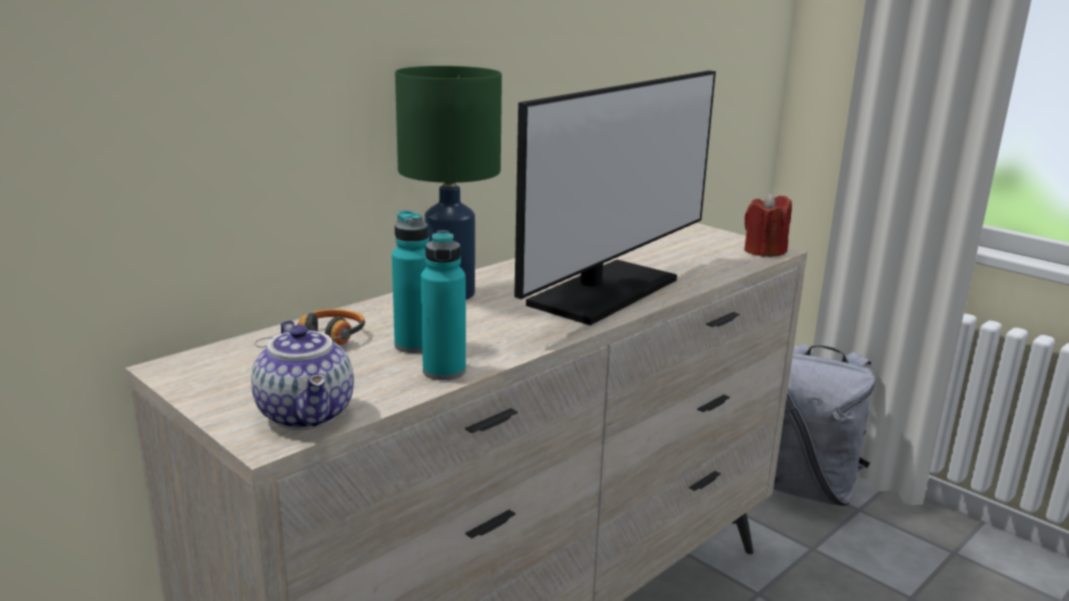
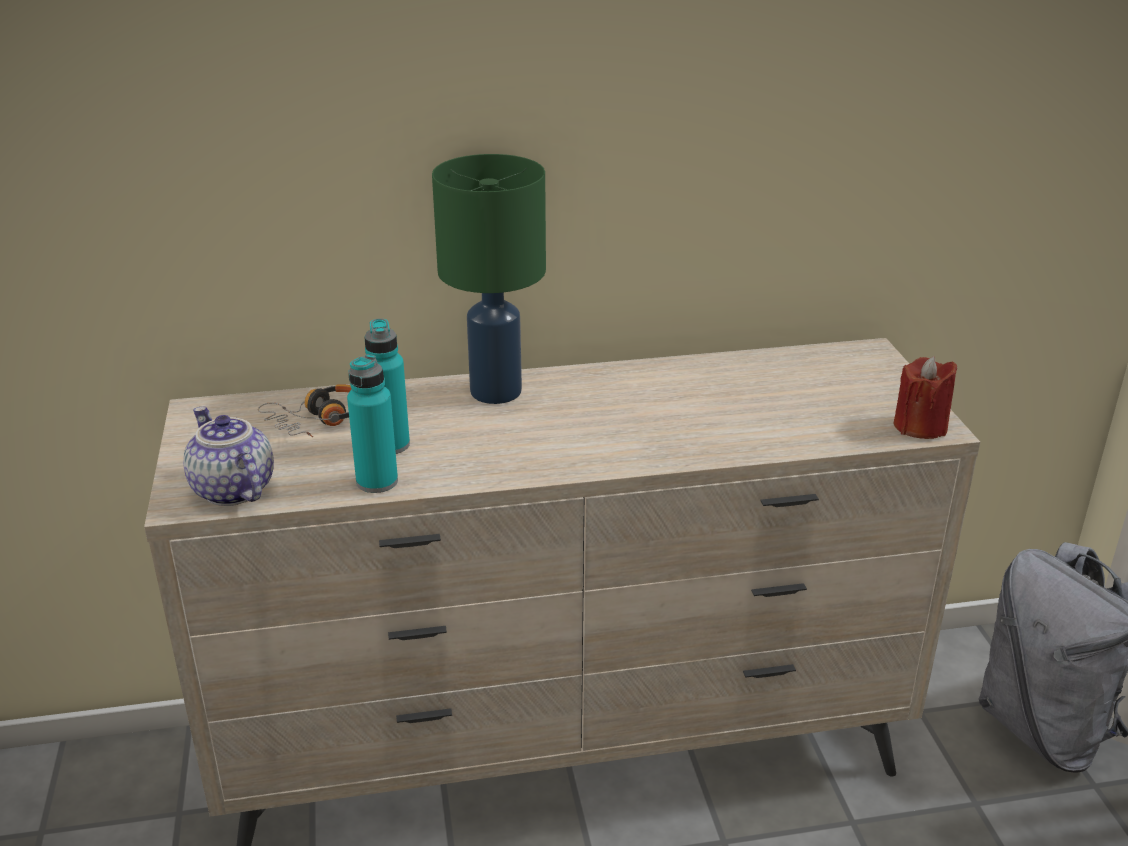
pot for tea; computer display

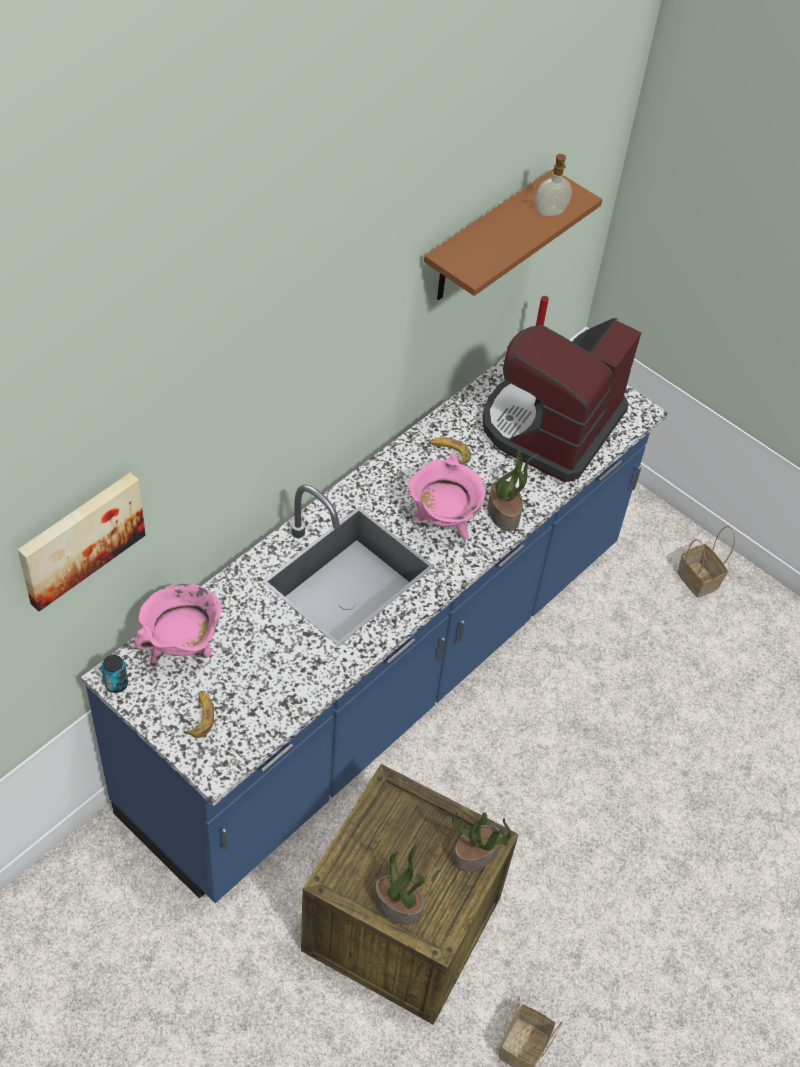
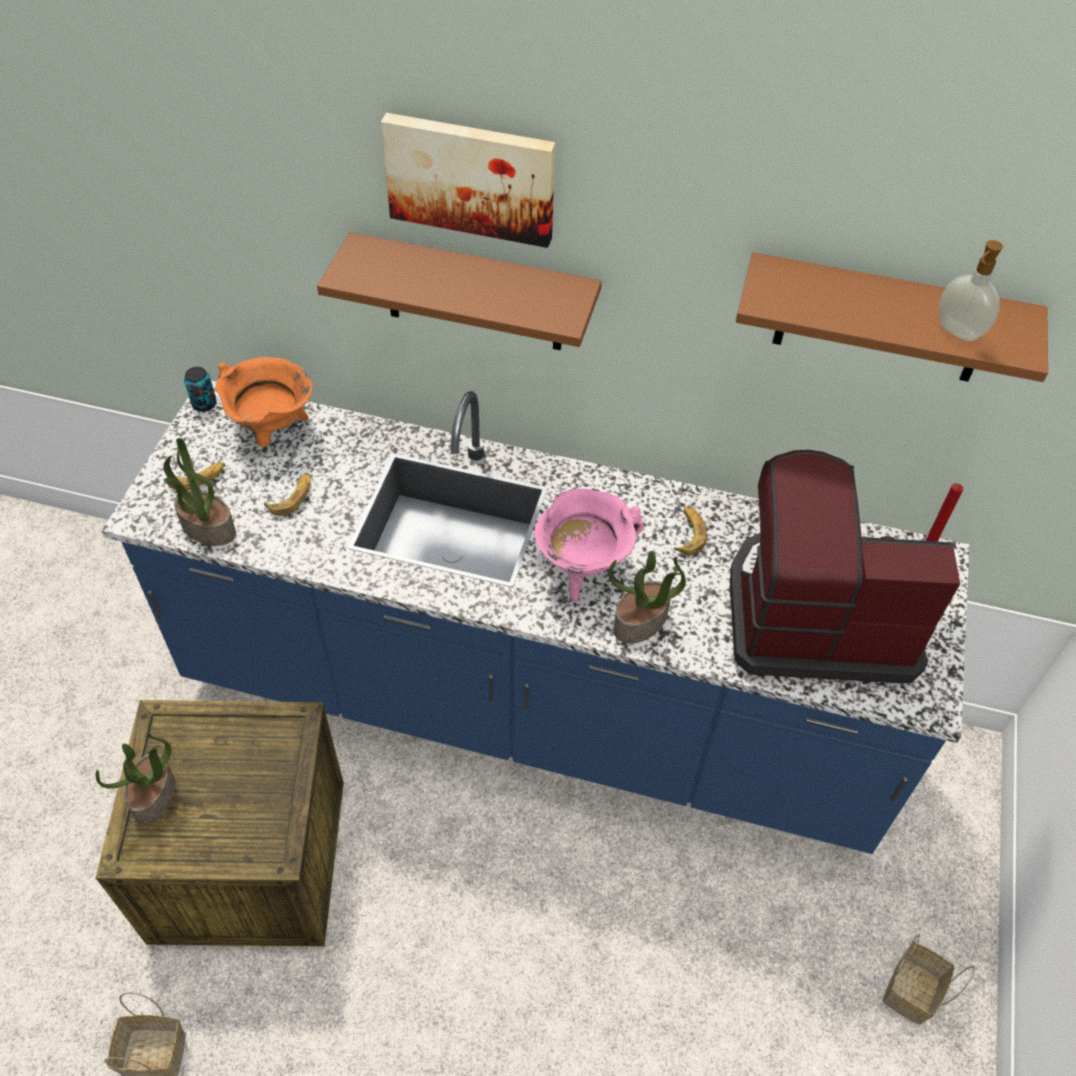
wall art; orange-coloured stockpot; plant in a pot (2nd from left); whole banana (2nd from left); brown-coloured bracket shelf (1st from left)

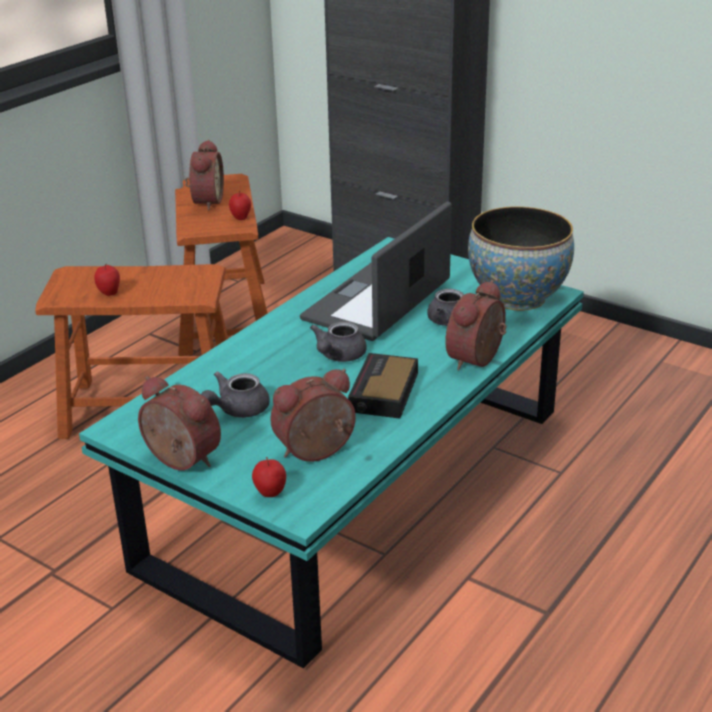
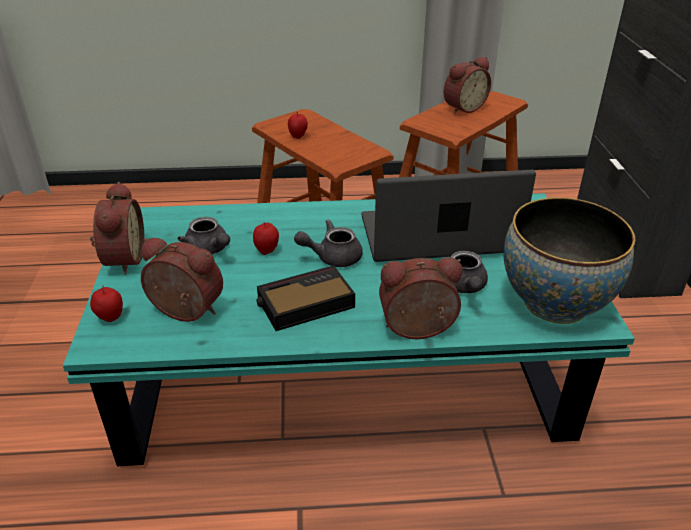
greyish pot for tea (1st from left); apple fruit (2nd from left)

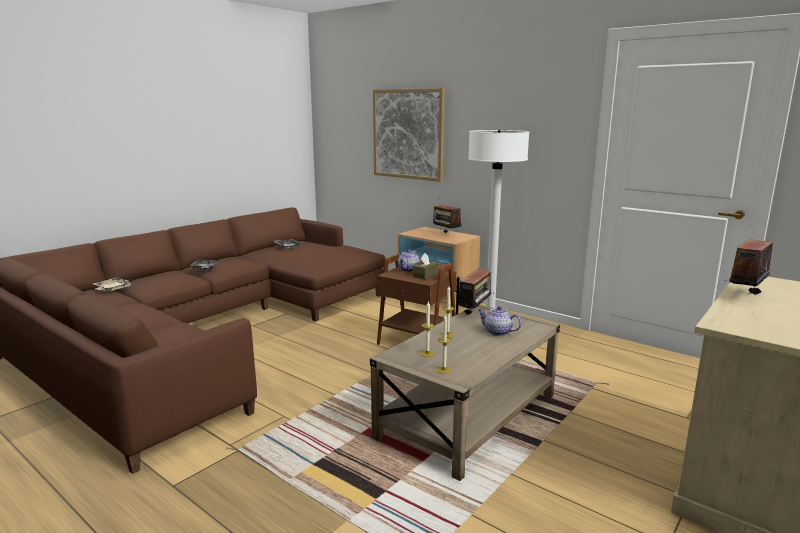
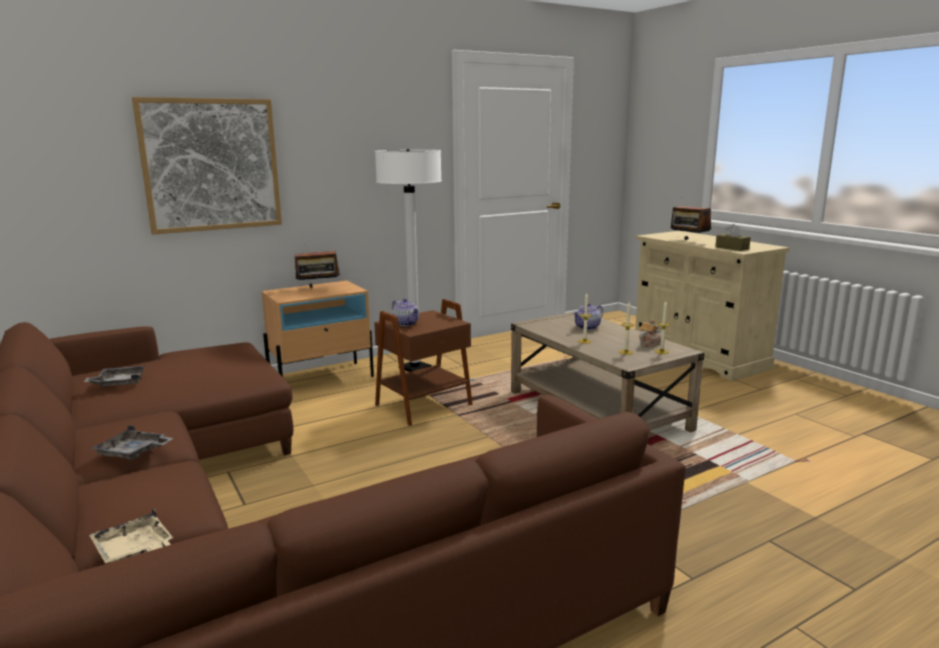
brown-coloured tissue holder; radio (2nd from left in the first image); pot for tea (3rd from left)

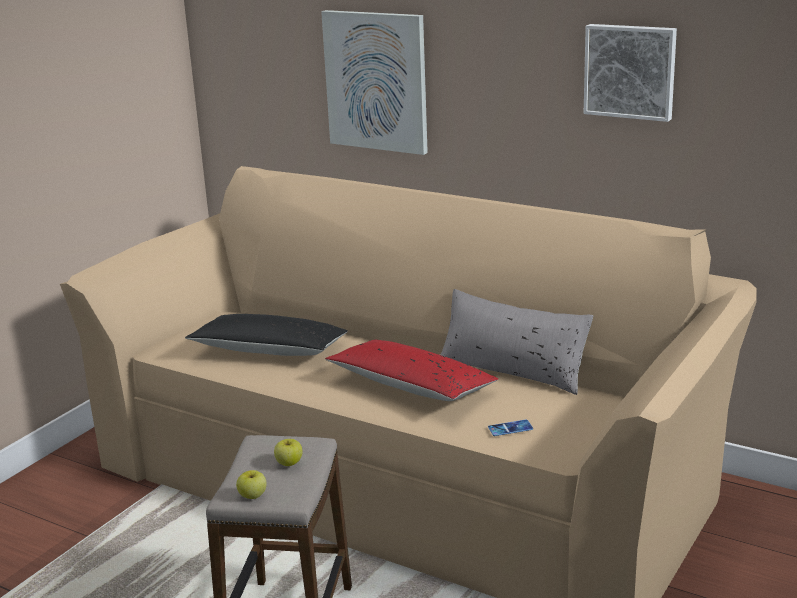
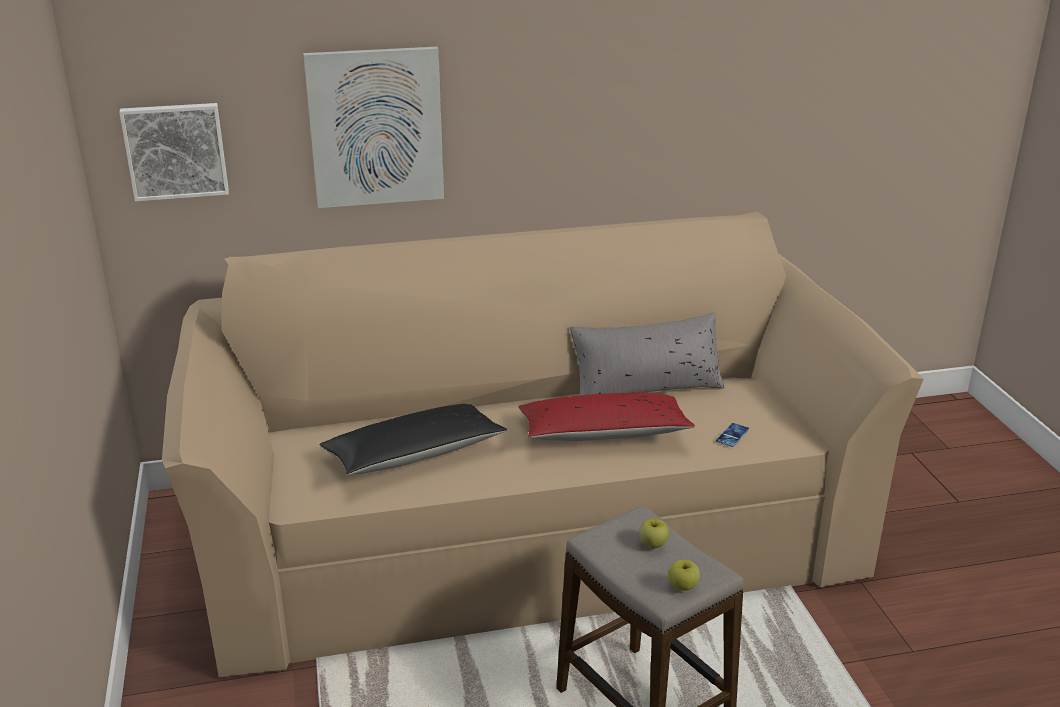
wall art (1st from left)

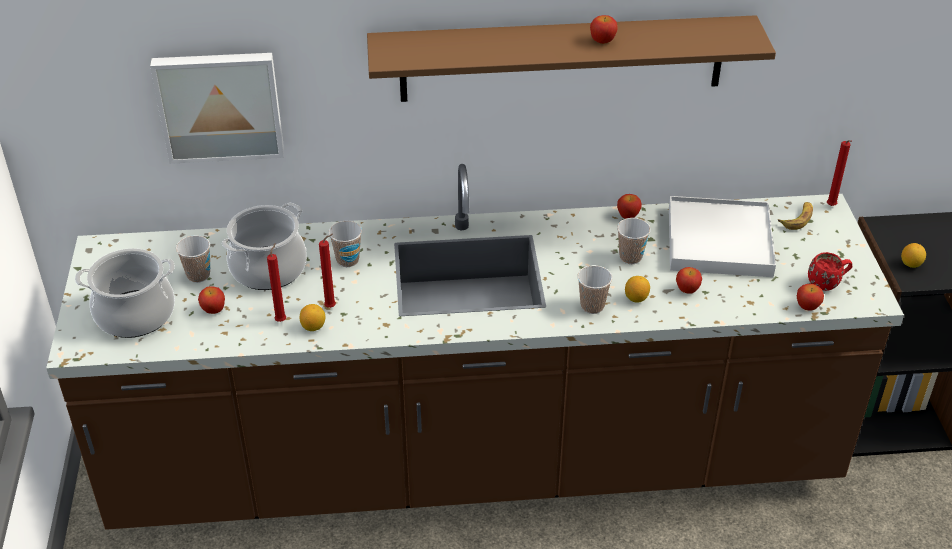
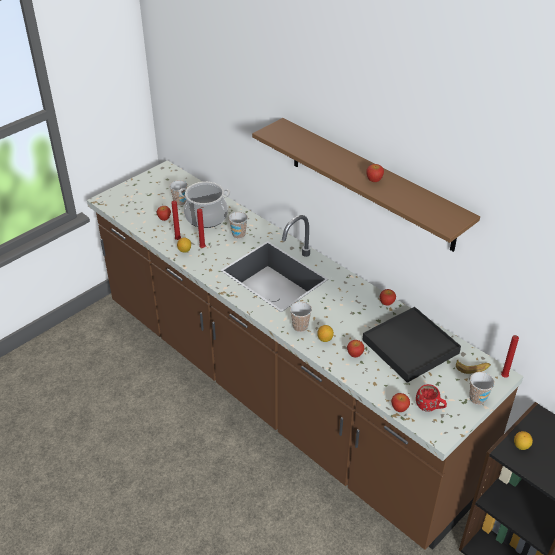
stockpot (1st from left in the first image); wall art; drinking cup (4th from left); black carrying tray

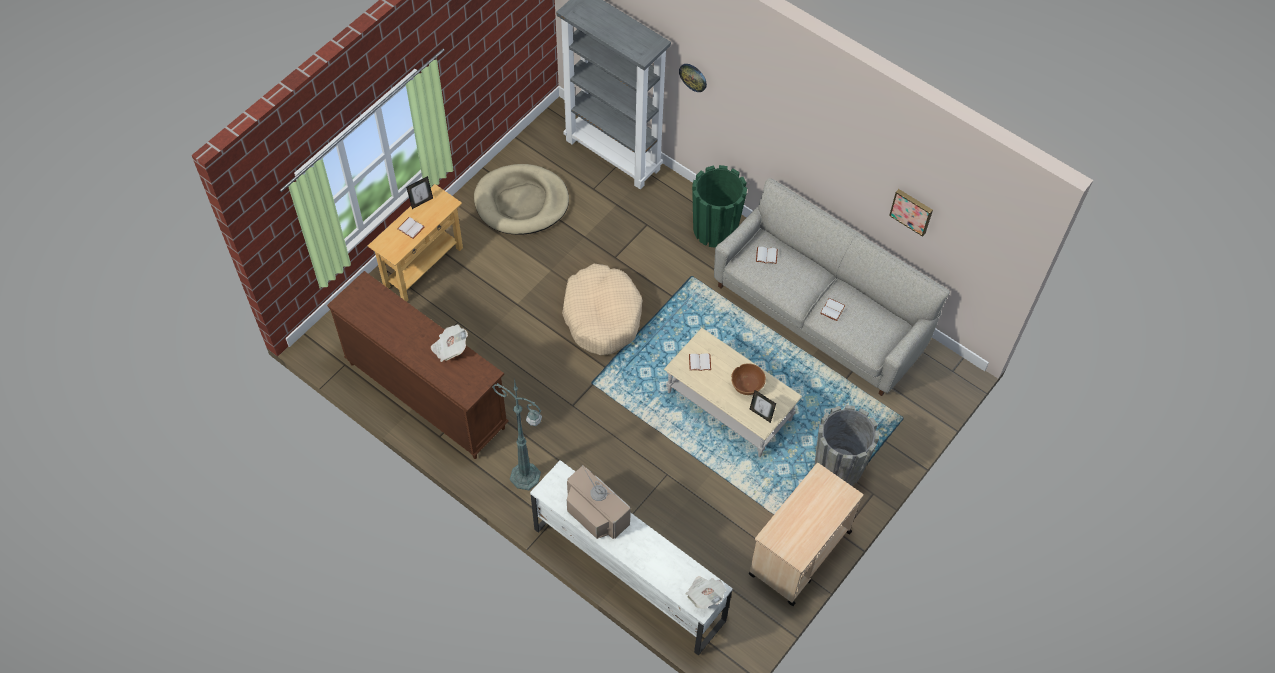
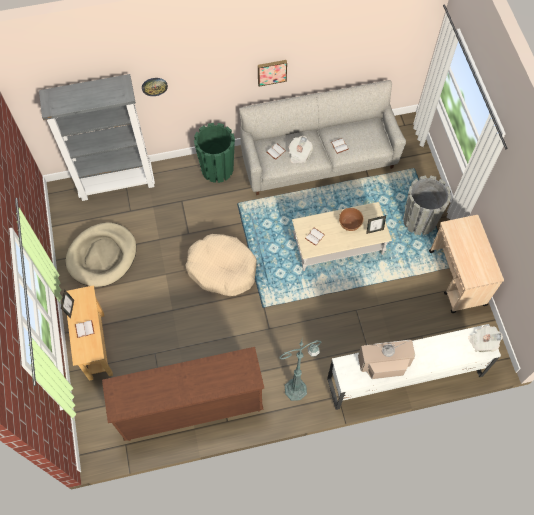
printed paper (1st from left); wall art

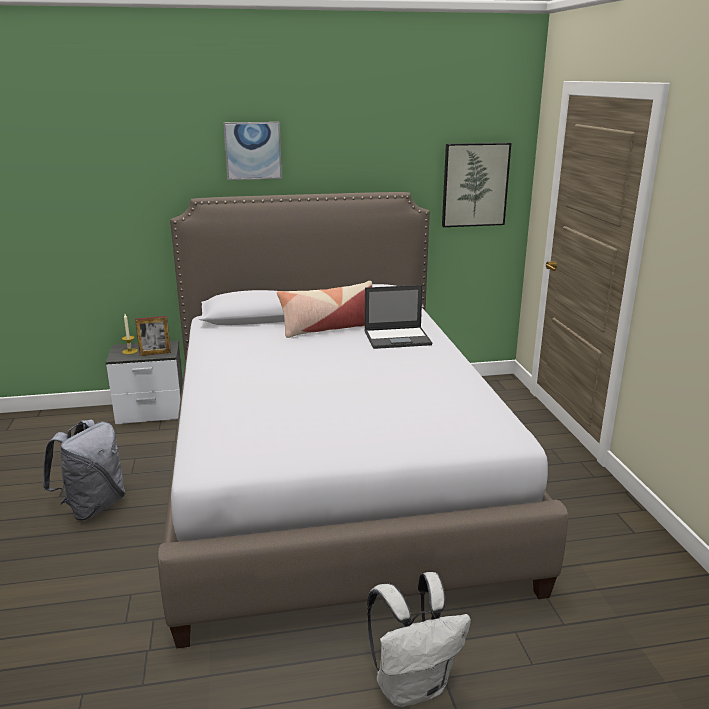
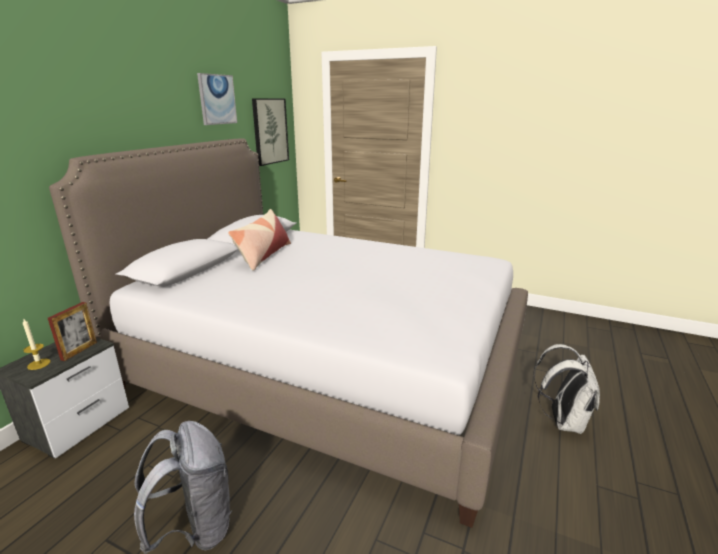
wall art (1st from left); portable computer

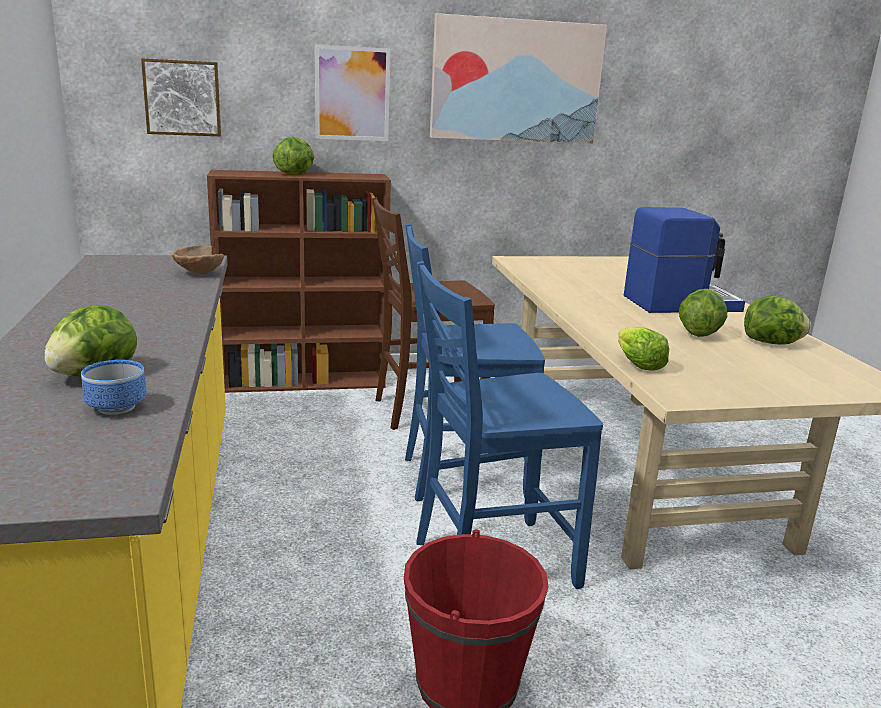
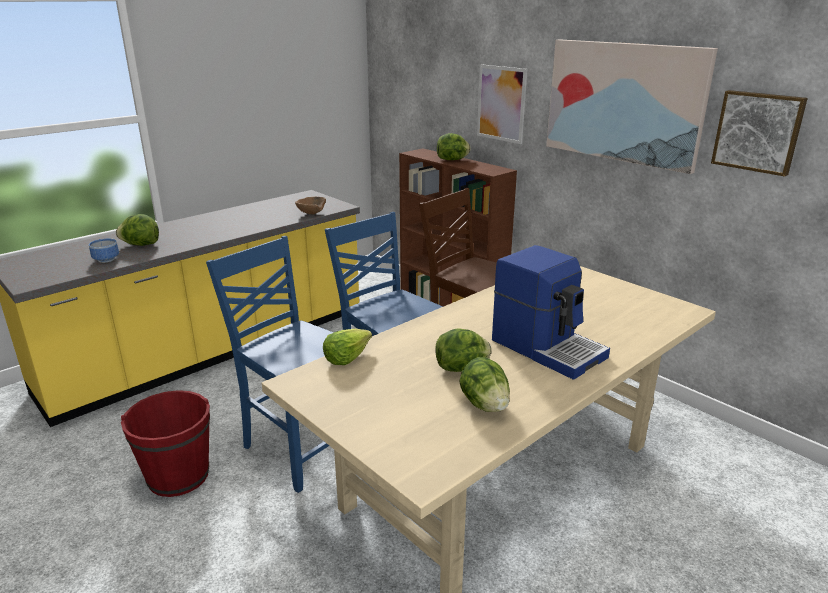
wall art (3rd from left)

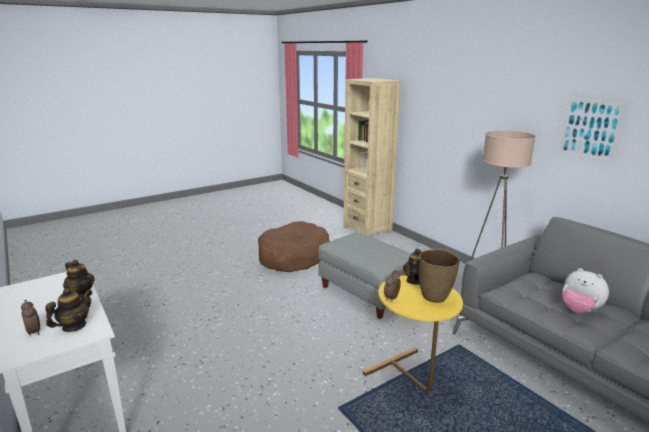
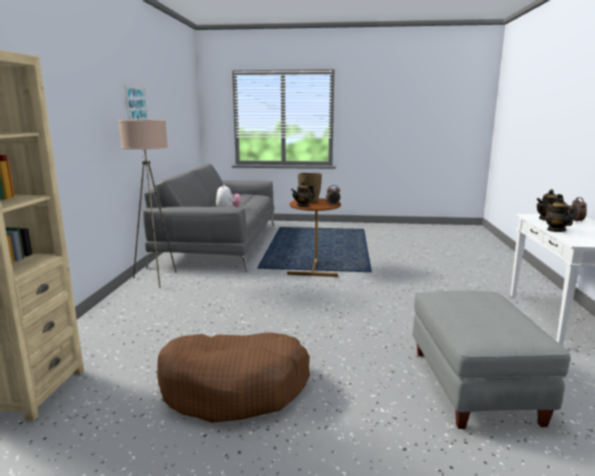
greyish pouffe; brown-coloured accent table

